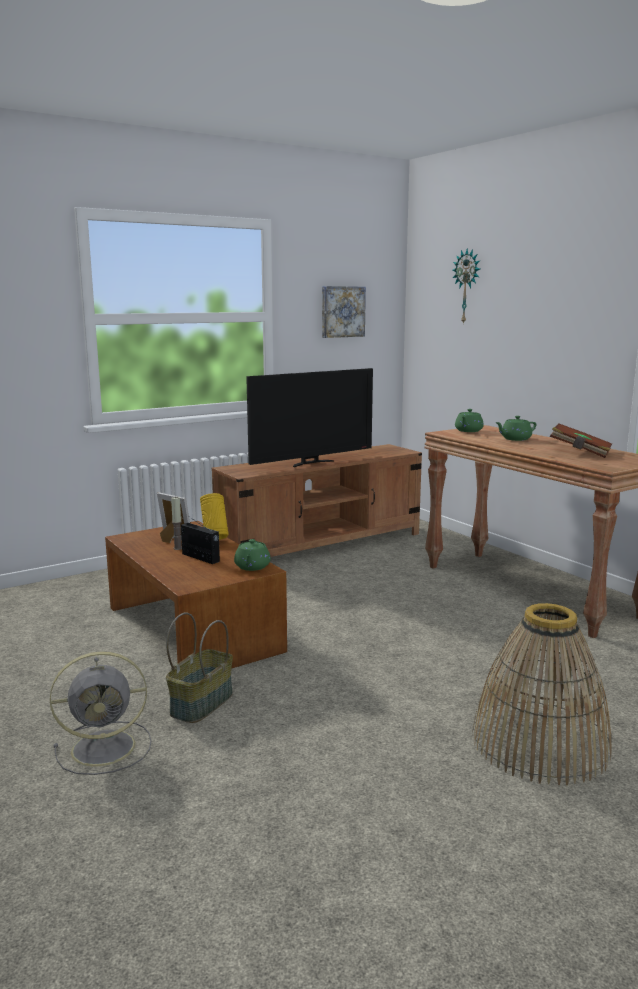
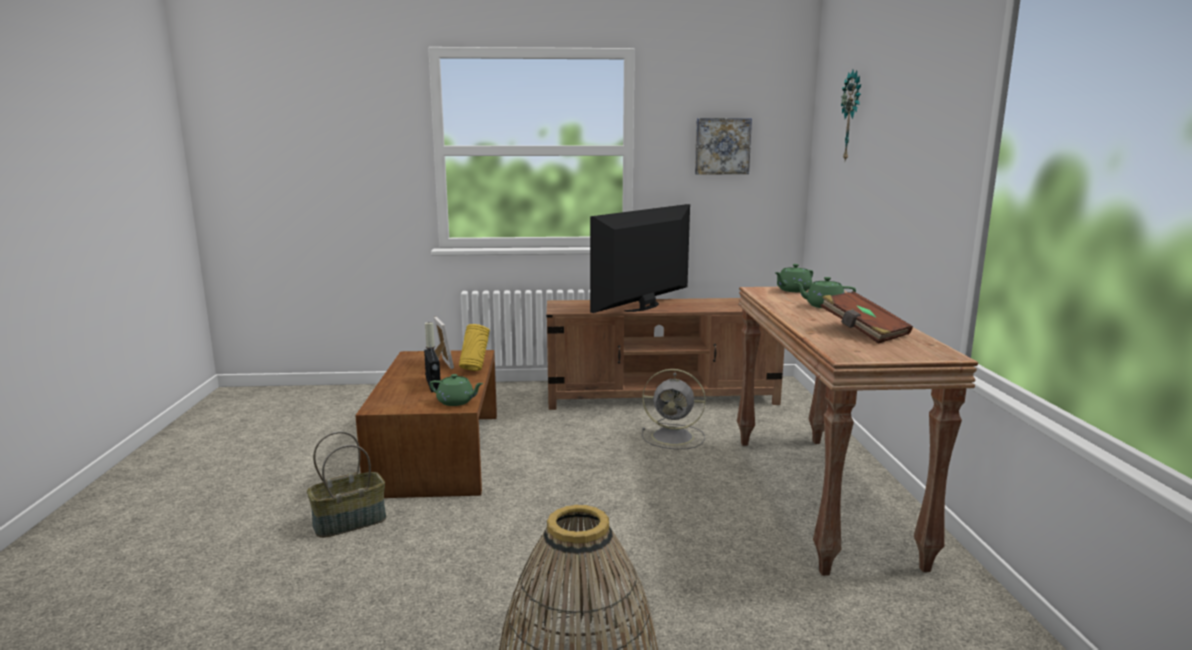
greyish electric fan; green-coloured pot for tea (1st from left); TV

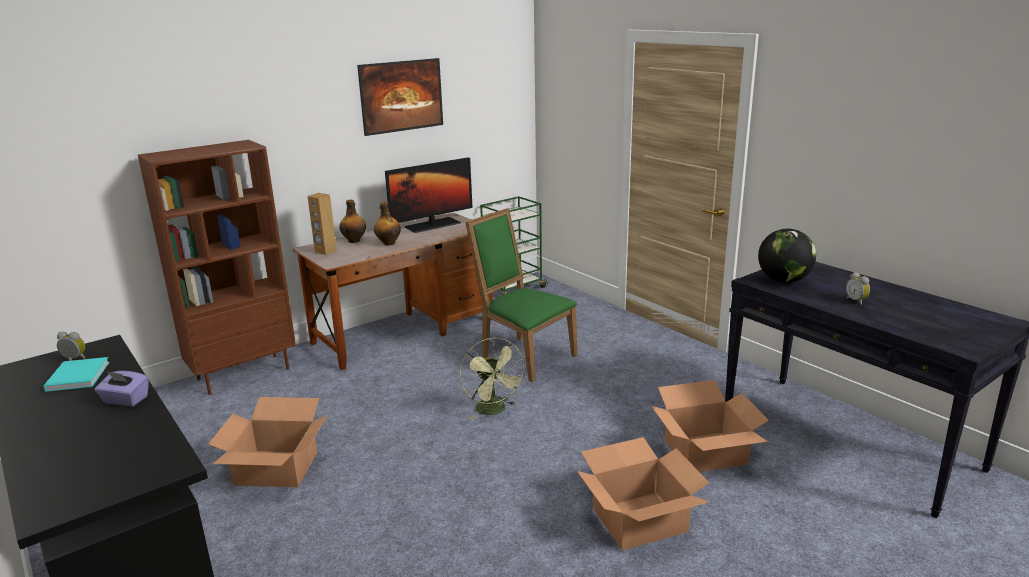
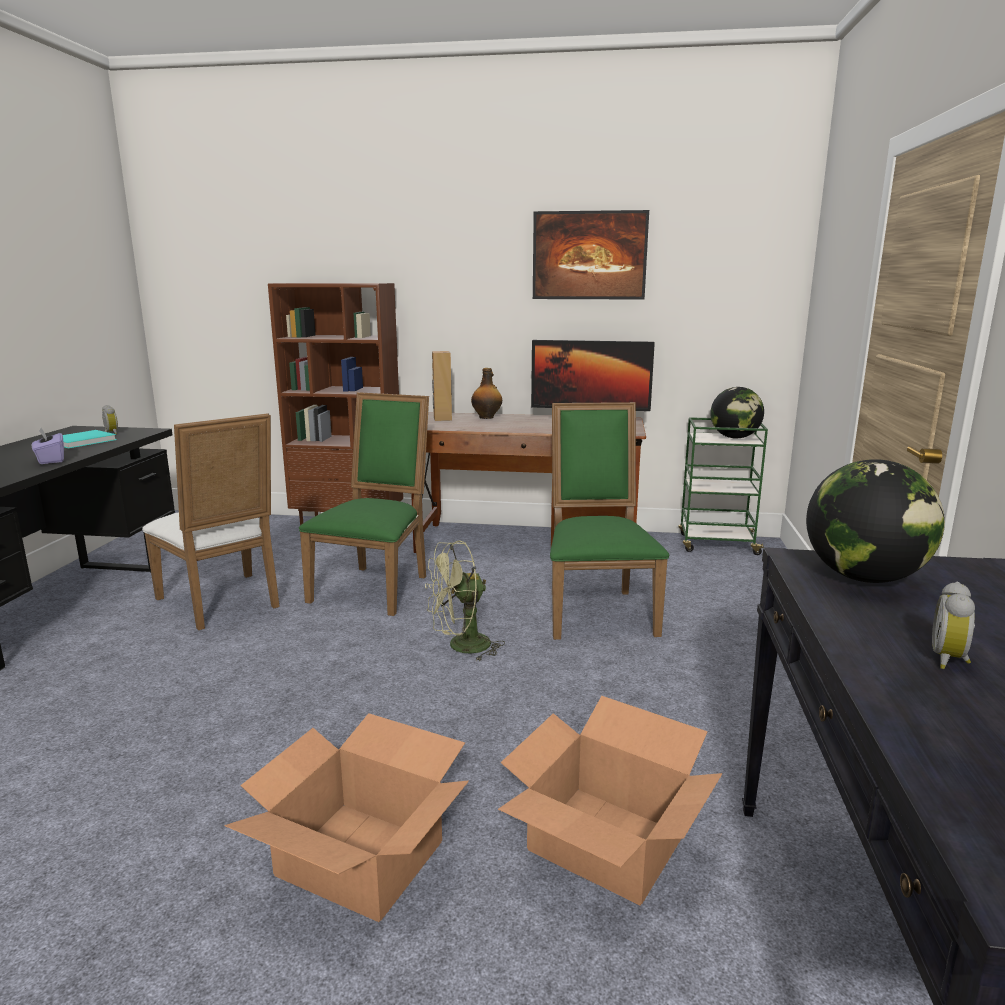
white upright chair; drink bottle (2nd from left in the first image); green-coloured electric fan; green-coloured upright chair (1st from left); world globe (1st from left)

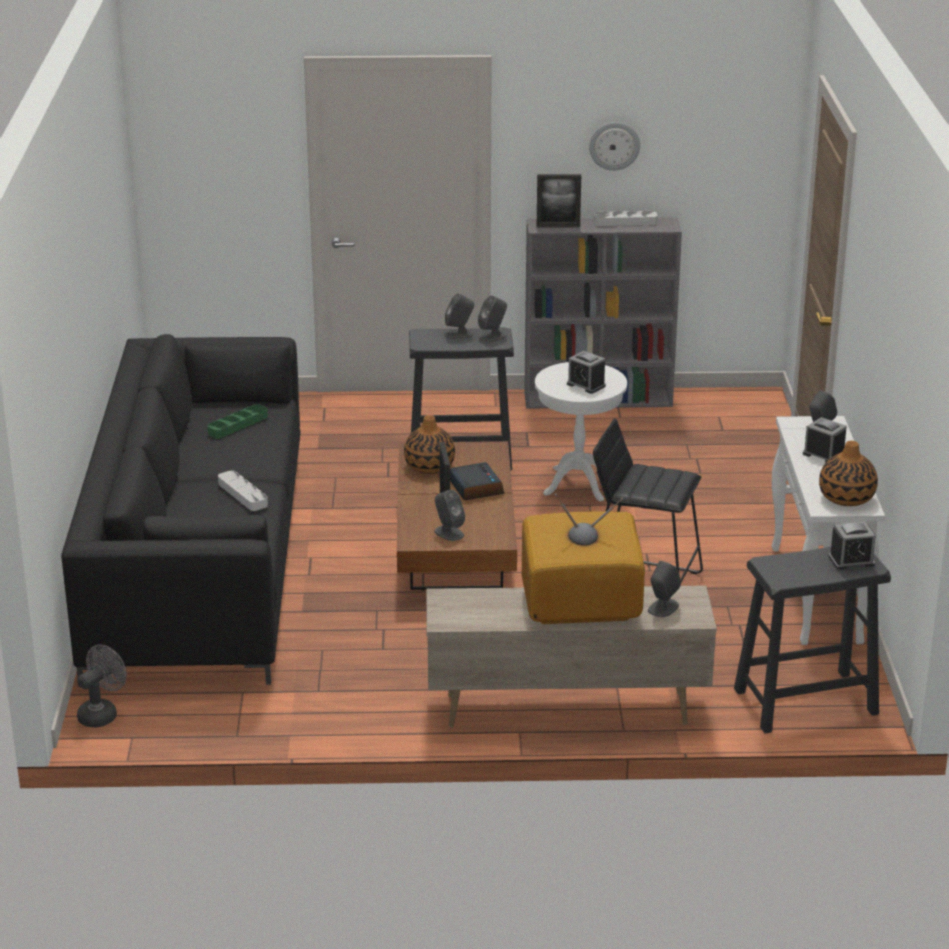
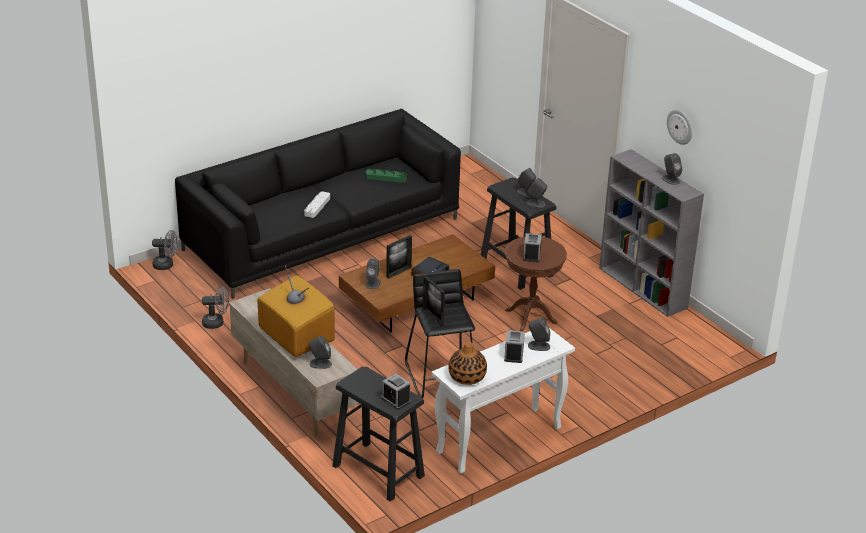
vase (1st from left in the first image); brown-coloured accent table; standing frame (2nd from left); greyish loudspeaker (6th from left); greyish electric fan (2nd from left)

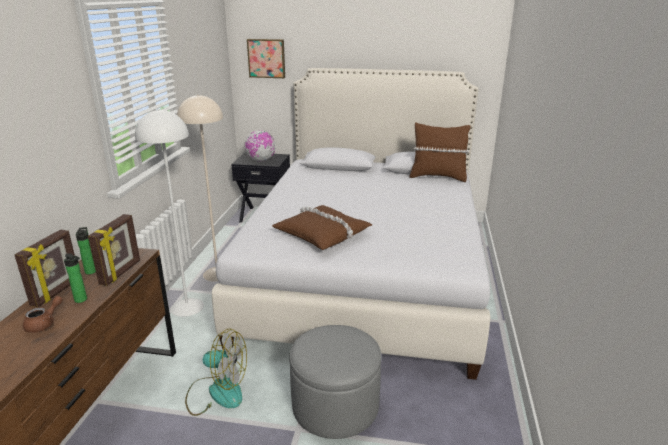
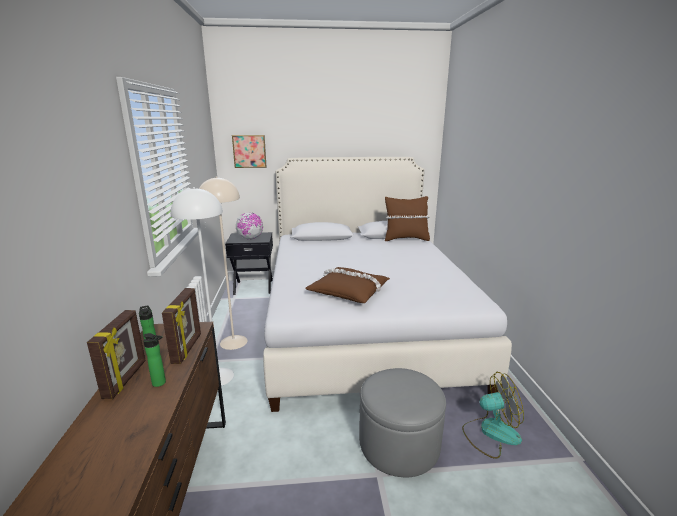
brown-coloured pot for tea; electric fan

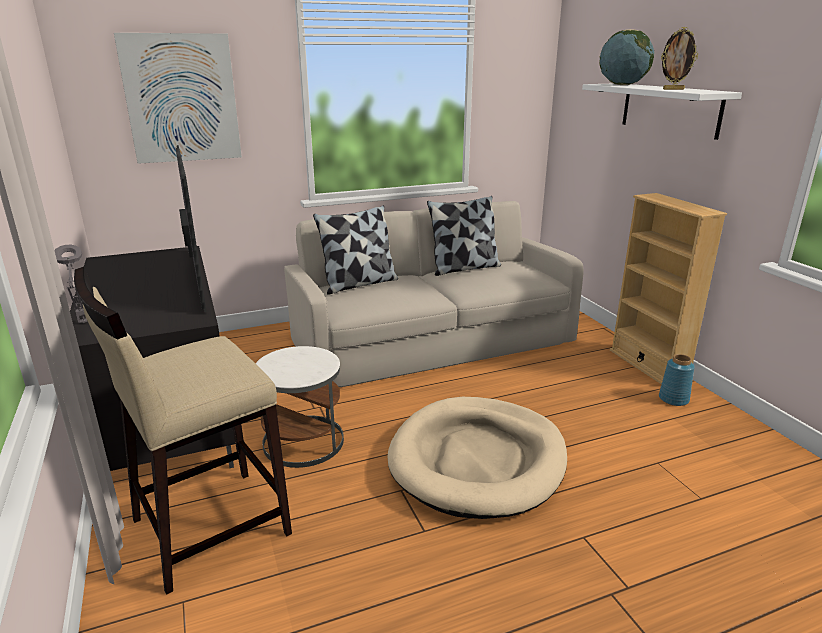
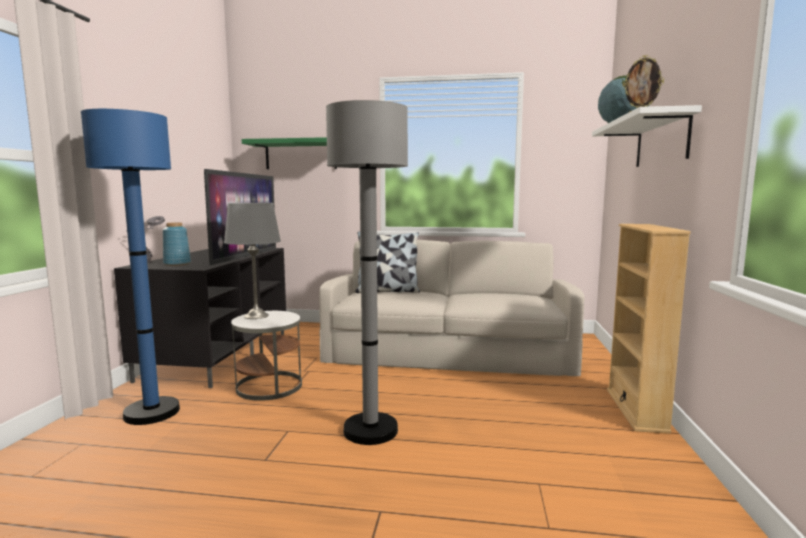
bluish standing lamp; green-coloured bracket shelf; greyish standing lamp; cushion (2nd from left in the first image); bluish vase; greyish table lamp (2nd from left)

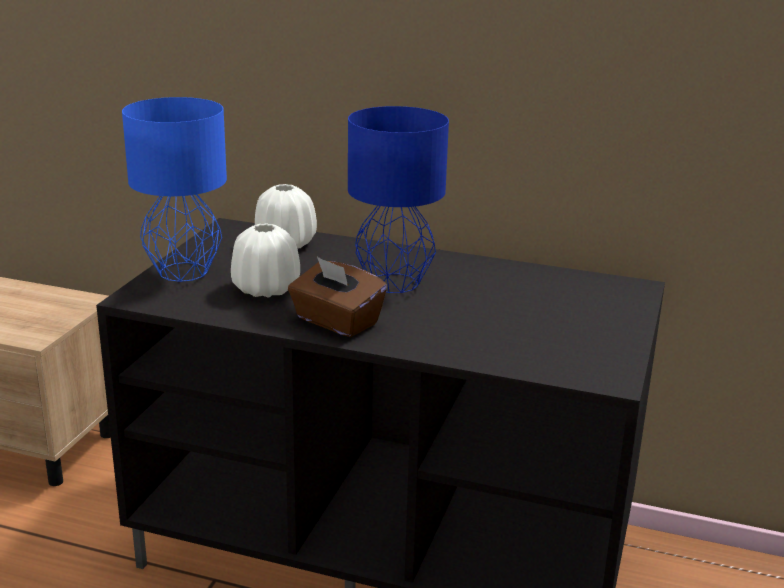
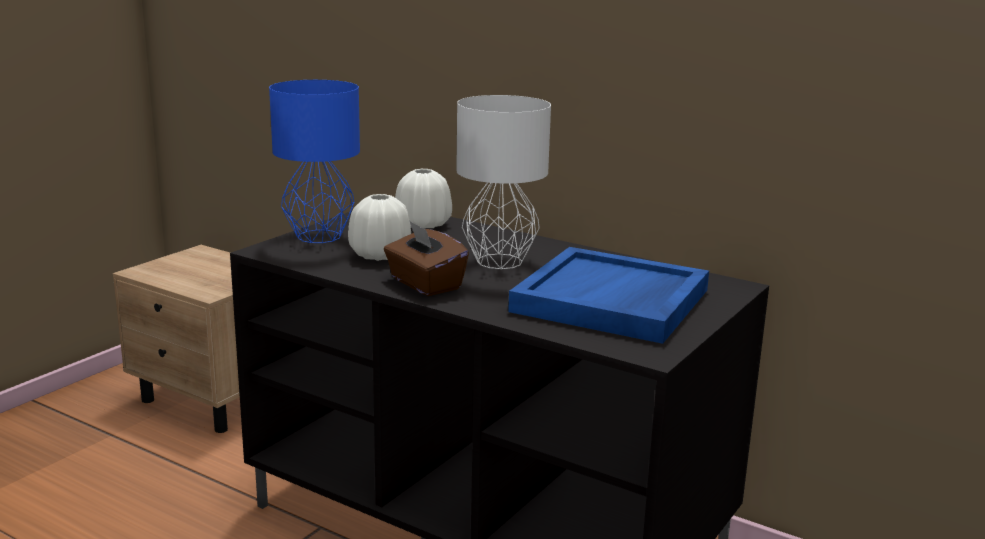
white table lamp; bluish carrying tray

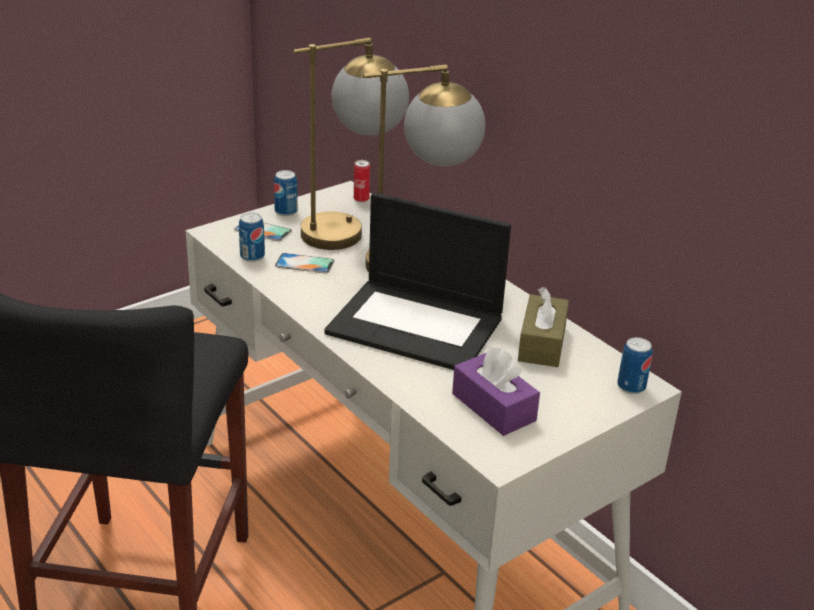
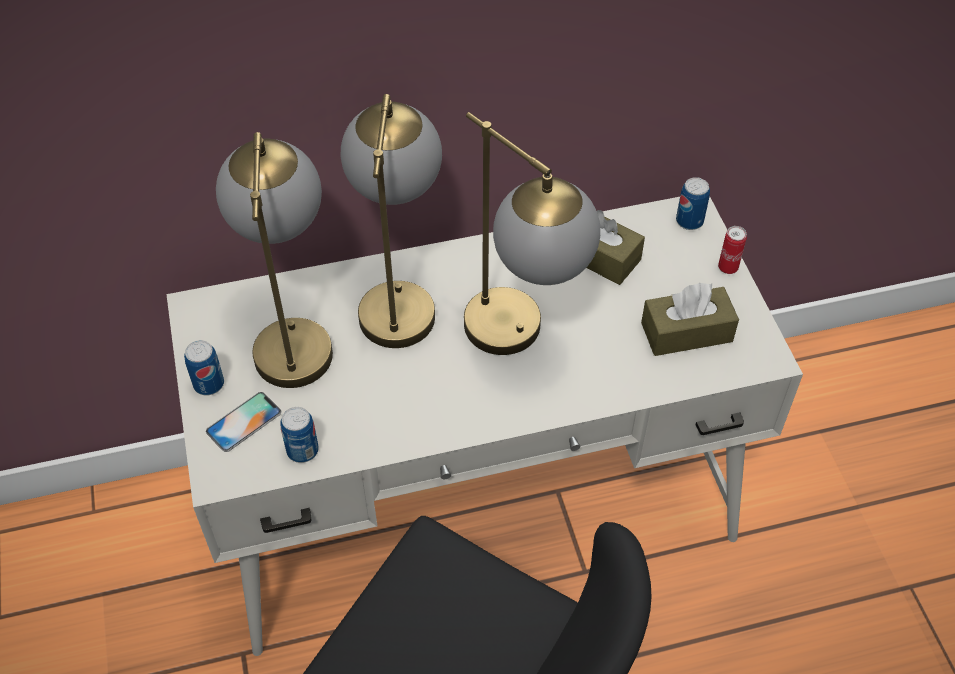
telephone (2nd from left in the first image); table lamp (3rd from left); metal can (4th from left); brown-coloured tissue holder (2nd from left)

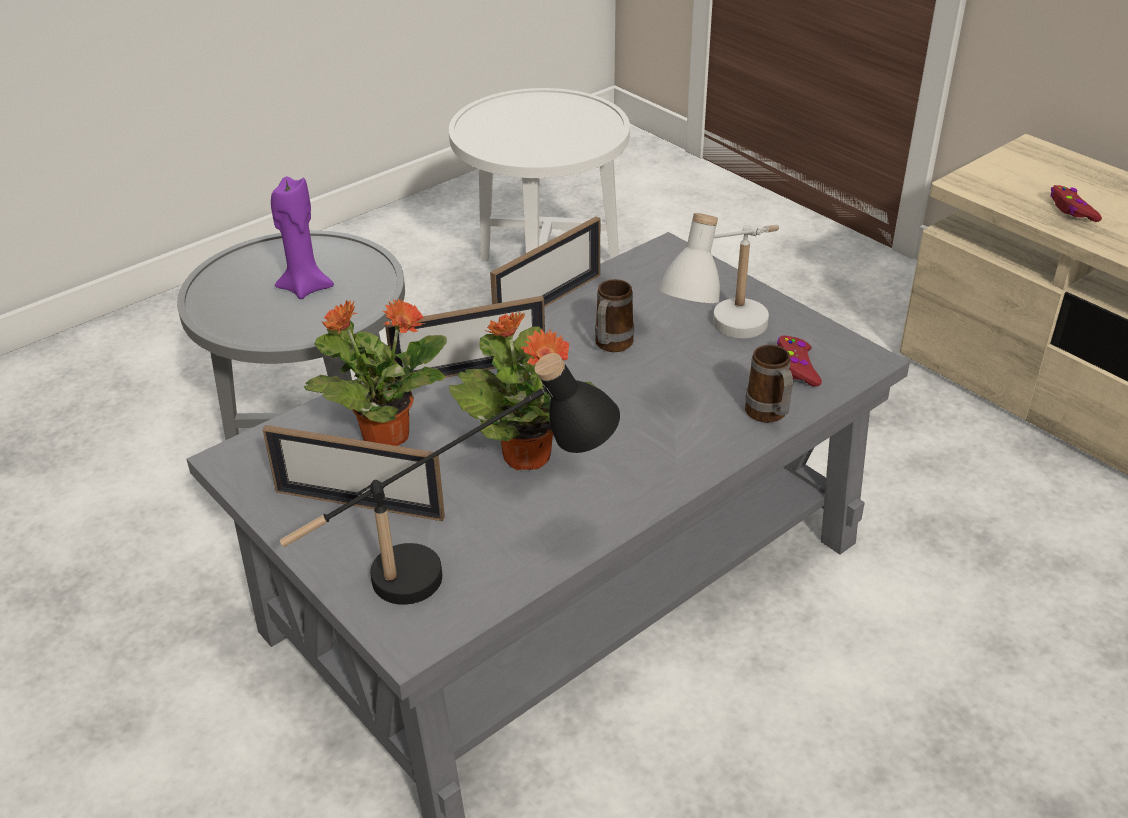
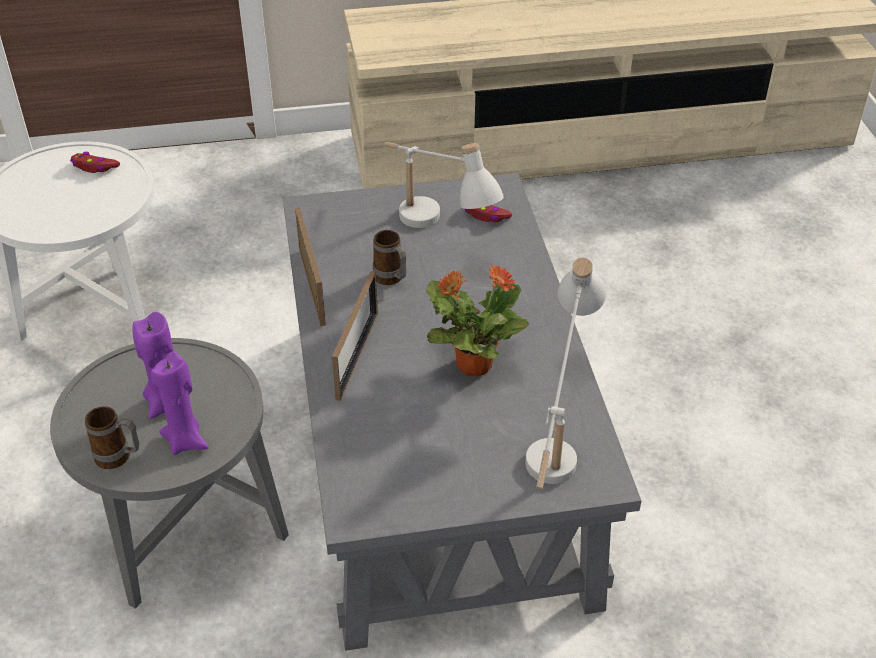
standing frame (1st from left in the first image); white table lamp (2nd from left); plant in a pot (1st from left in the first image); mug (1st from left); red-coloured gamepad (1st from left); purple-coloured candle (2nd from left)

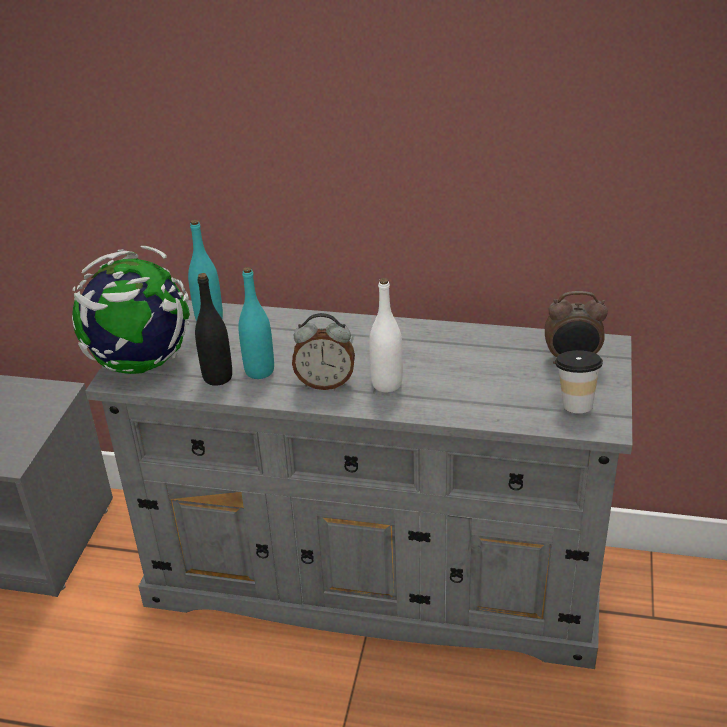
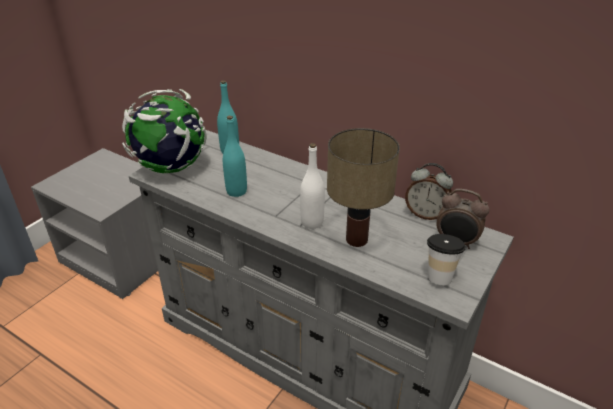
black drink bottle; table clock (1st from left); table lamp

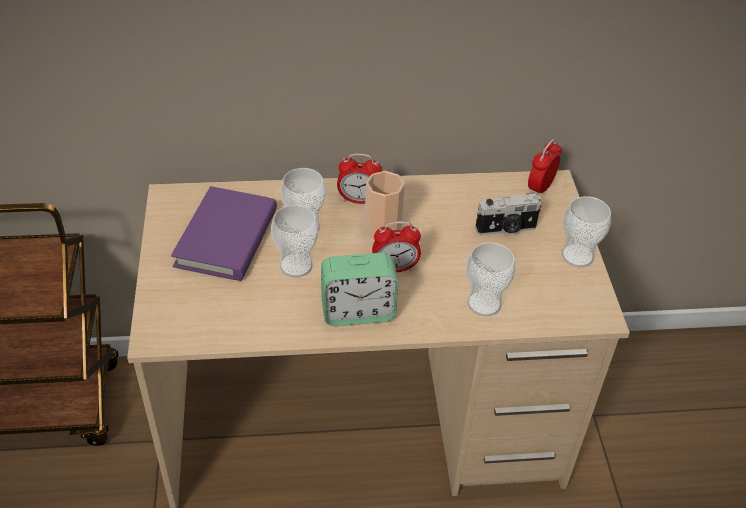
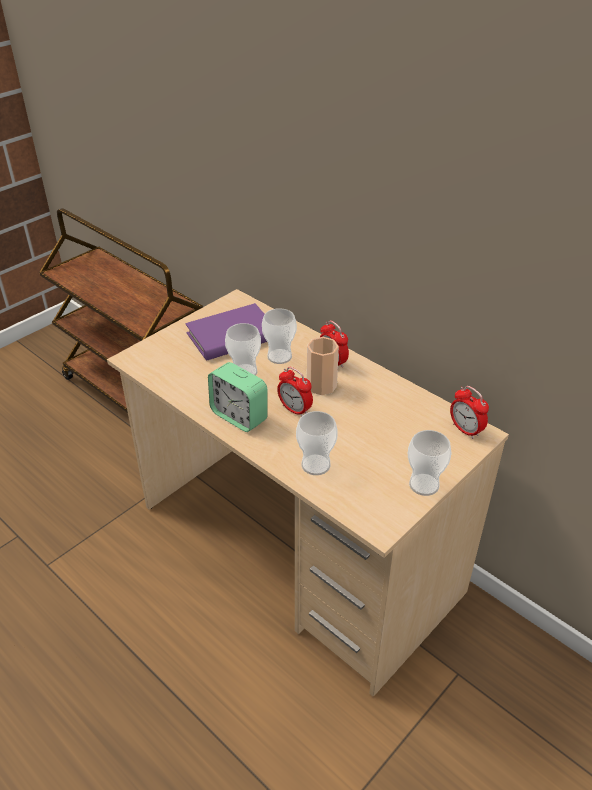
still camera; table clock (4th from left)

